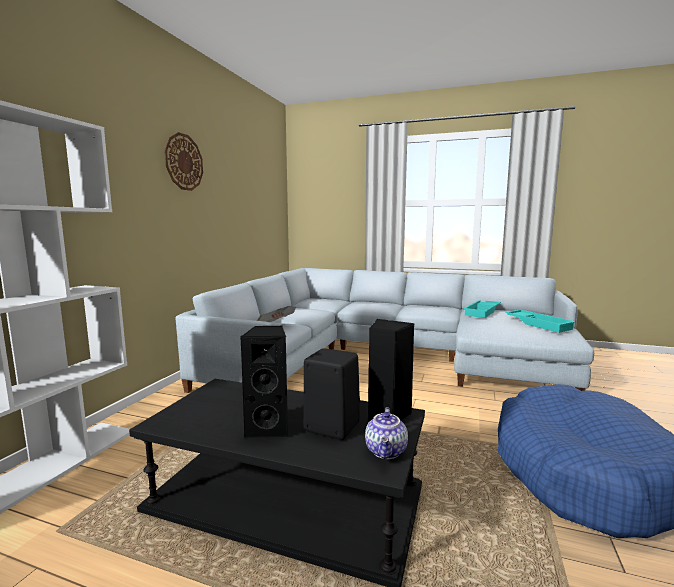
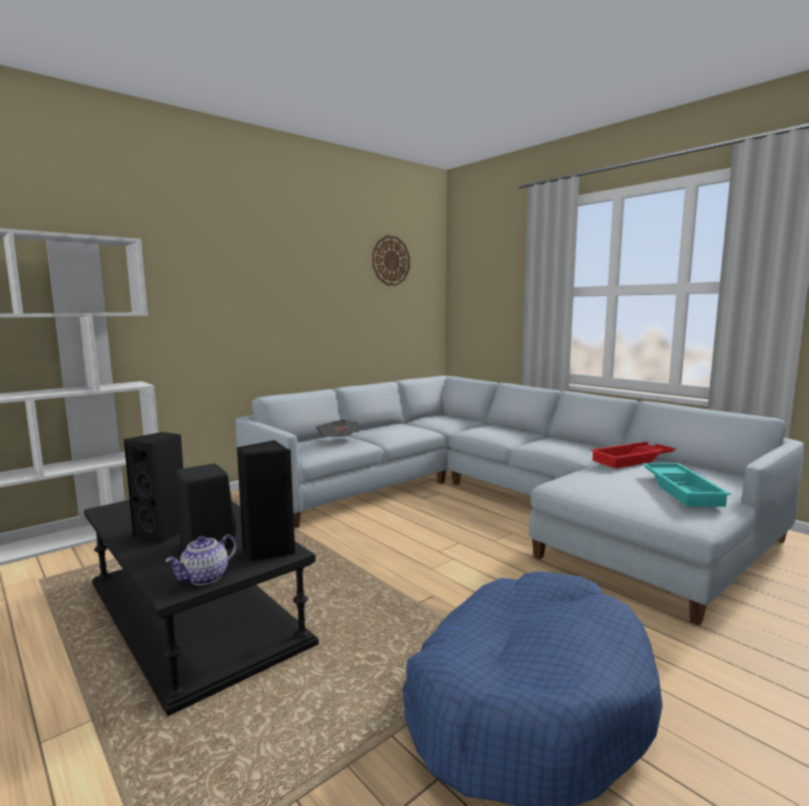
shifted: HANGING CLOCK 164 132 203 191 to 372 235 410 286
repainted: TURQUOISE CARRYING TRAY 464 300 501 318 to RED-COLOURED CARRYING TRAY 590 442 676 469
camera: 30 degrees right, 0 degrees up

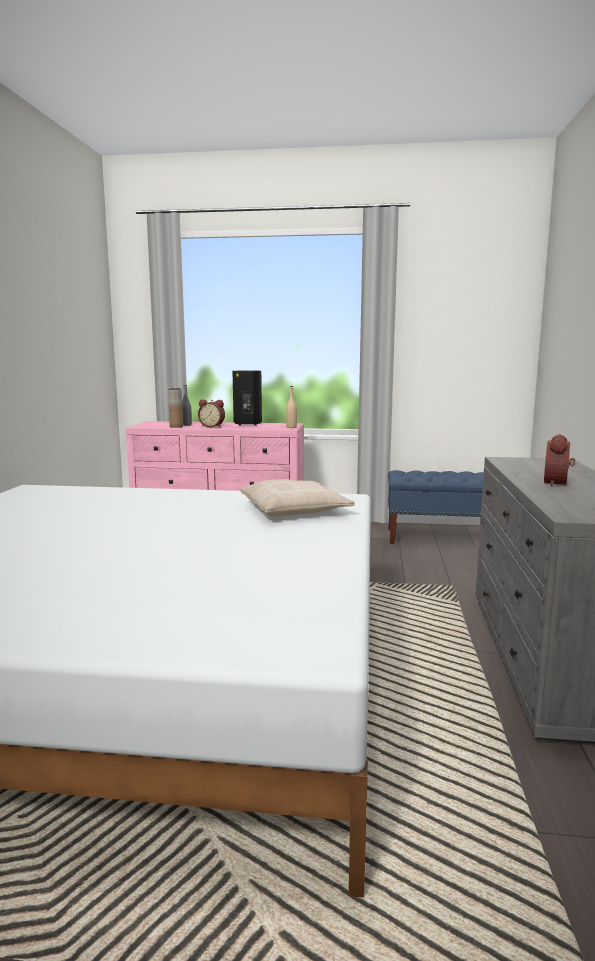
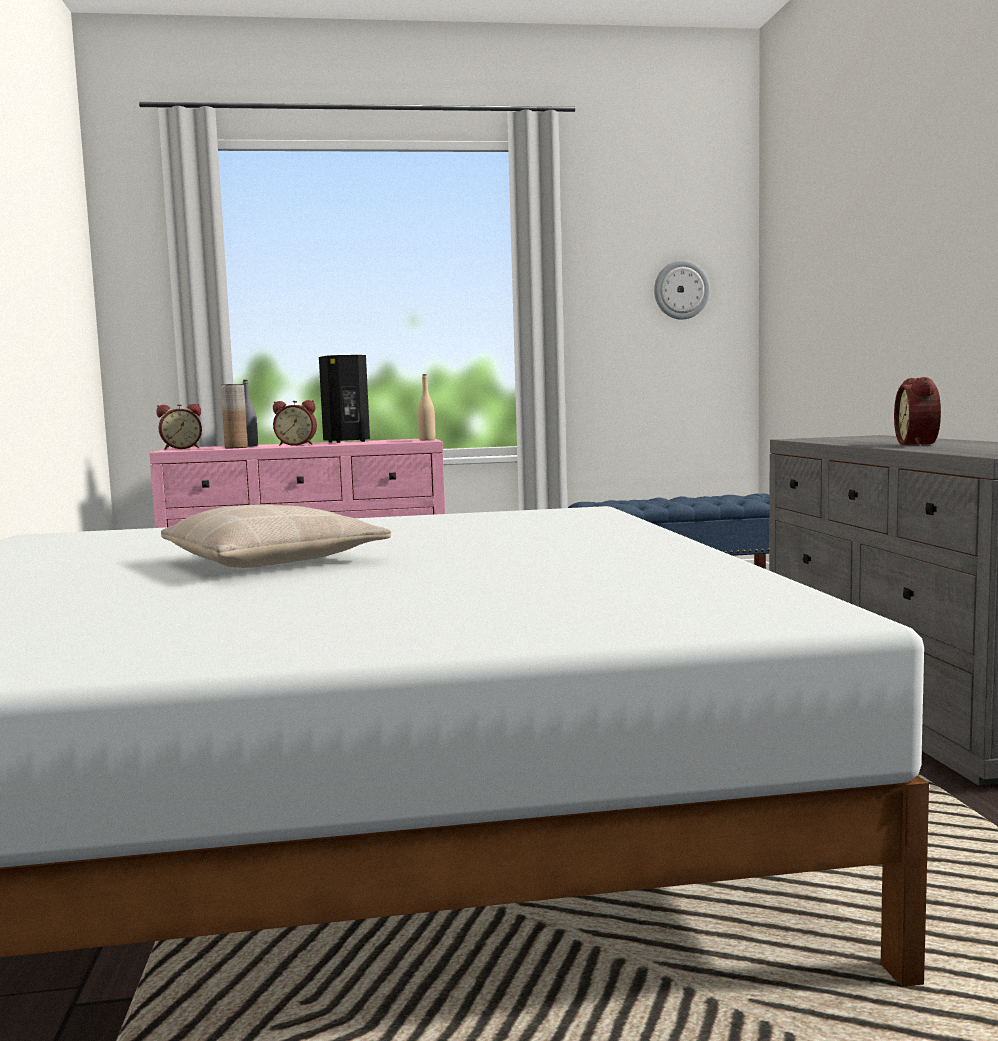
new: HANGING CLOCK 654 260 710 320; TABLE CLOCK 156 404 202 450
shifted: SAND-COLOURED THROW PILLOW 240 479 355 517 to 161 505 391 568
camera: 15 degrees left, 5 degrees down

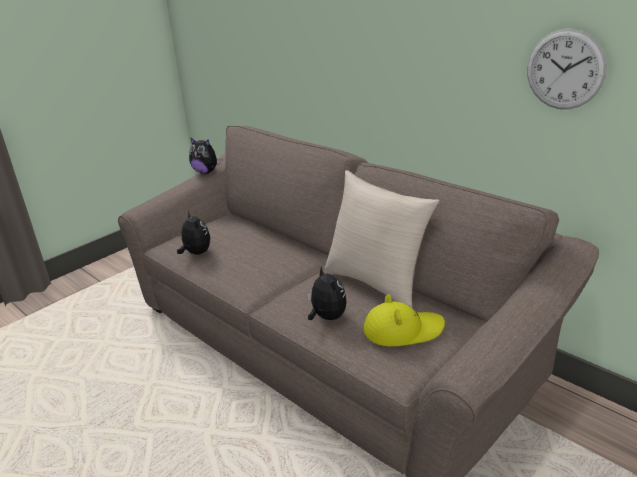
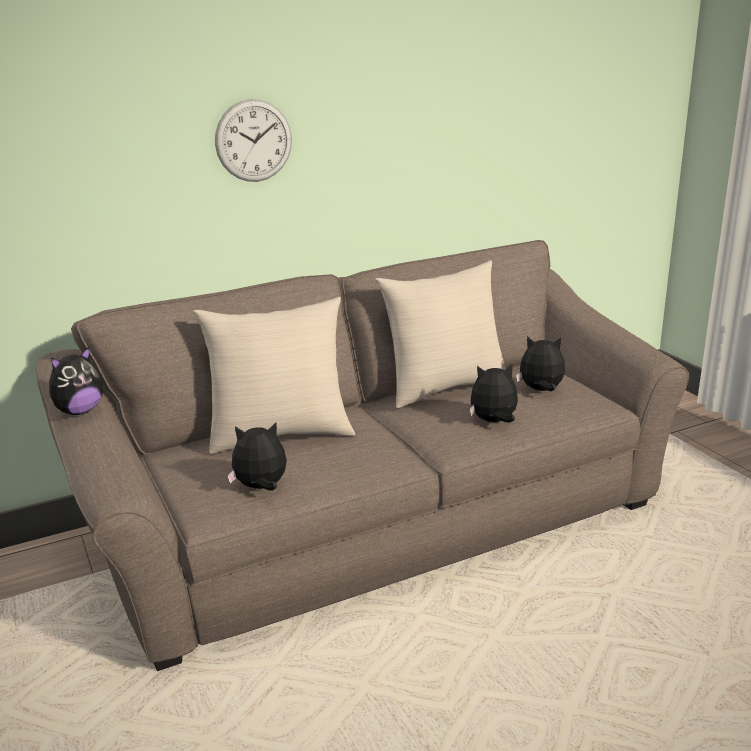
new: SAND-COLOURED THROW PILLOW 193 297 355 454
shifted: HANGING CLOCK 527 28 607 109 to 215 99 292 182
swapped: YELLOWISH HAT 364 294 445 346 to PLUSH TOY 516 336 565 391
camera: 70 degrees left, 5 degrees down

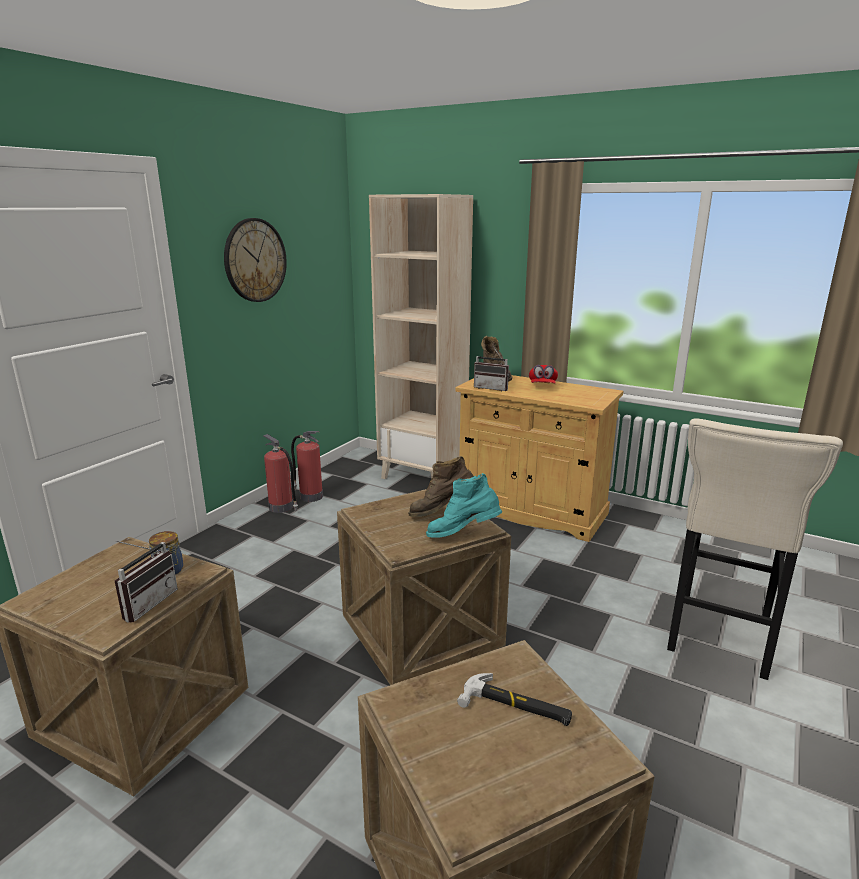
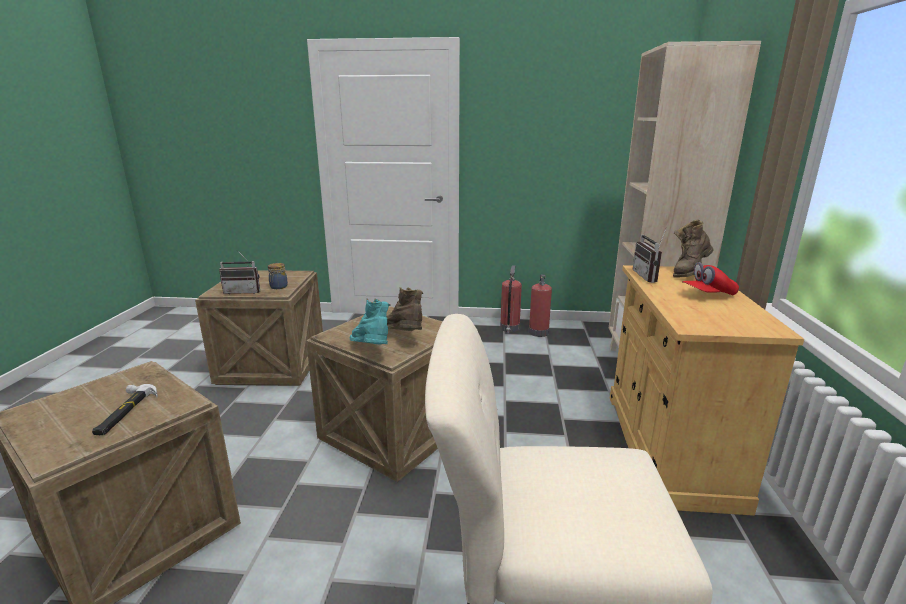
gone: HANGING CLOCK 224 218 287 302
camera: 65 degrees right, 0 degrees up

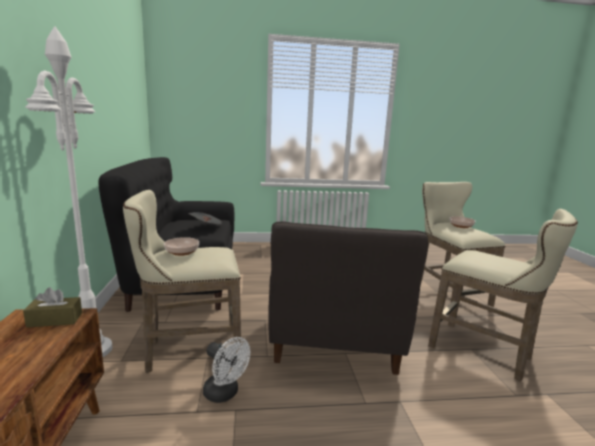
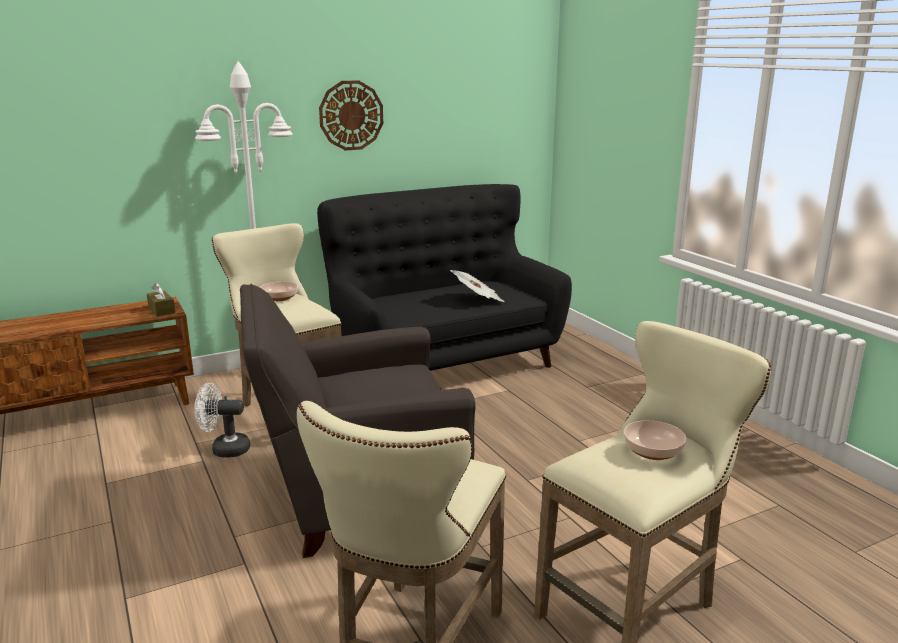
new: HANGING CLOCK 319 80 383 151
rotated: WHITE COOLING FAN 203 337 250 403 = 194 383 250 458 75 degrees clockwise
camera: 70 degrees right, 5 degrees up

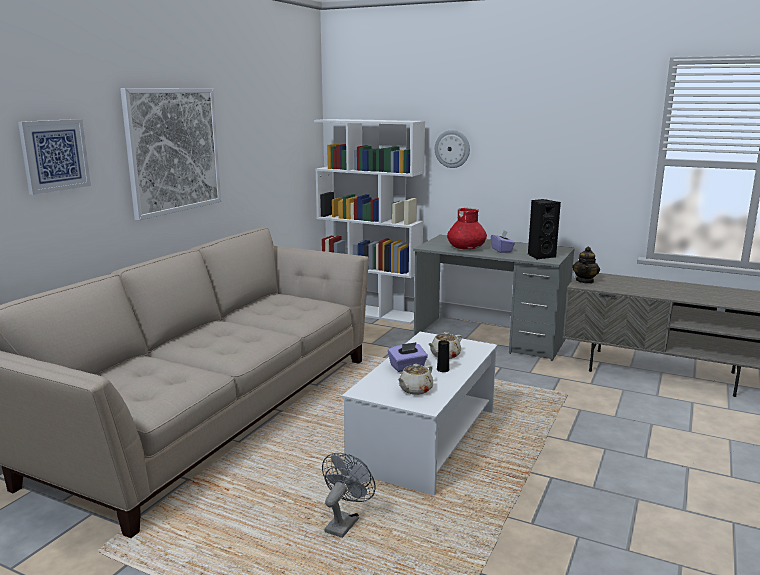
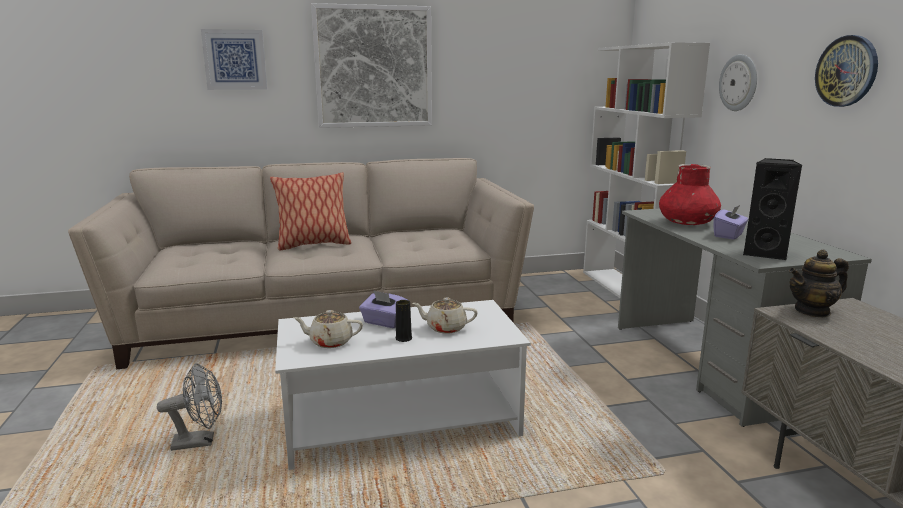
new: HANGING CLOCK 815 35 878 107; THROW PILLOW 270 173 351 251
camera: 50 degrees right, 0 degrees up

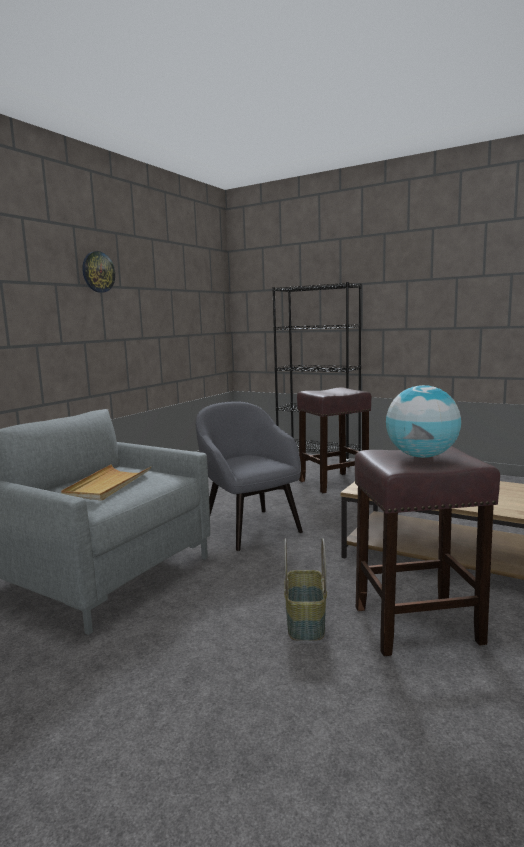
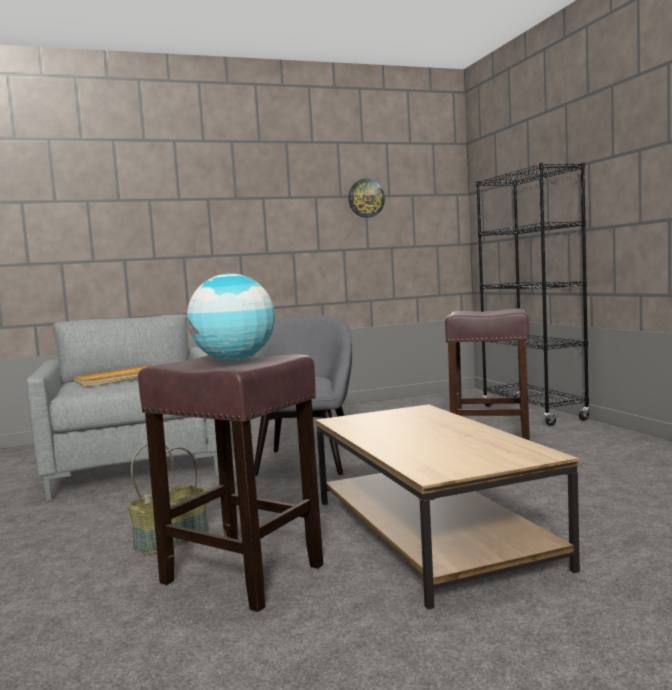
shifted: HANGING CLOCK 82 251 115 293 to 348 179 385 218
camera: 40 degrees right, 5 degrees down

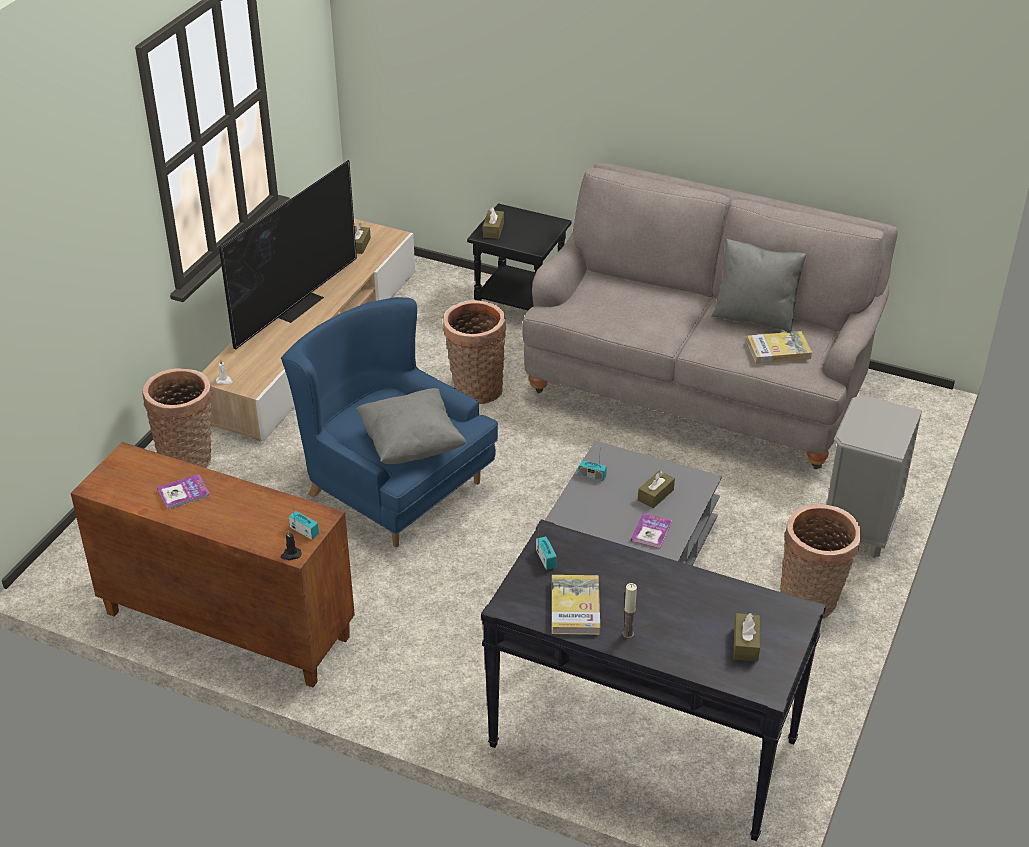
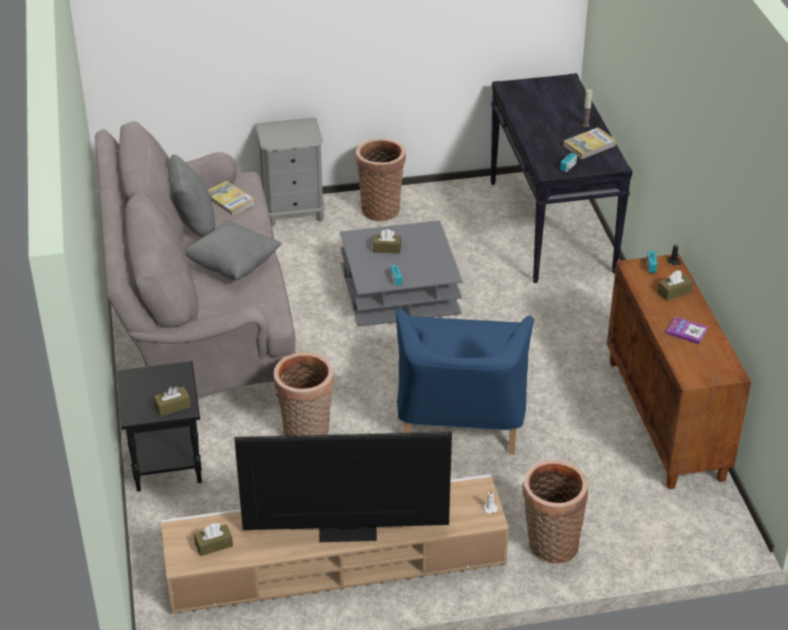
gone: VOLUME 631 513 672 549
shifted: GREY THROW PILLOW 356 388 466 464 to 185 220 282 280; BROWNISH BOX OF TISSUES 734 613 760 662 to 657 270 693 301
camera: 125 degrees left, 0 degrees up

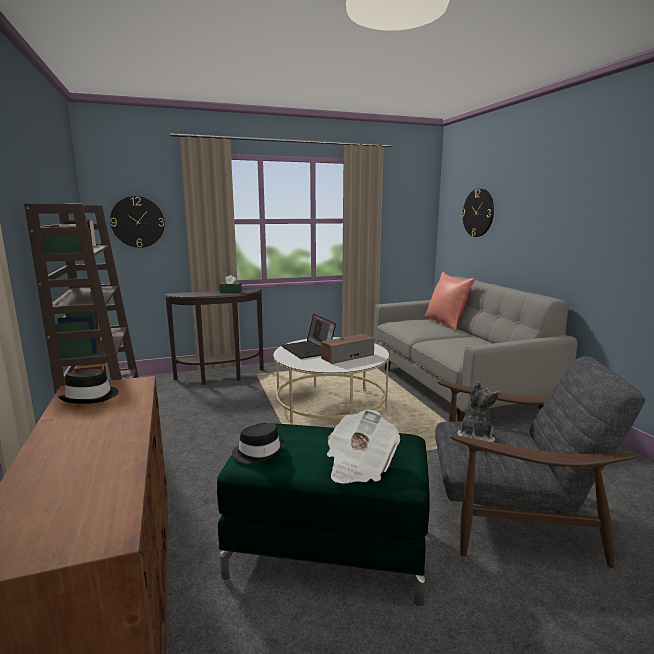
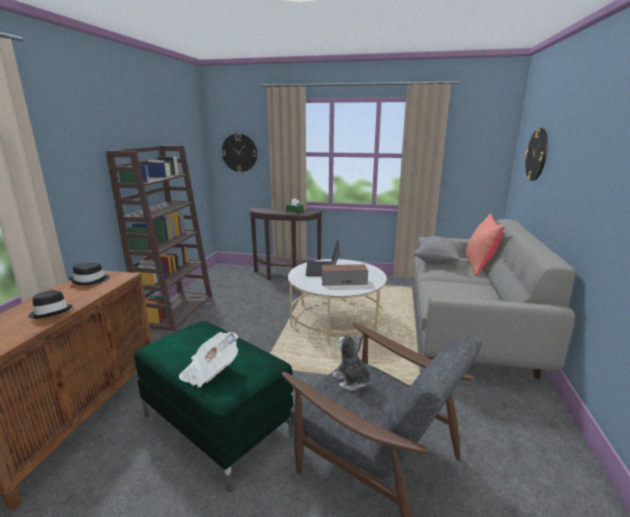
new: GREY THROW PILLOW 413 236 463 264
shifted: BLACK HAT 232 423 285 464 to 28 290 73 319
rotated: PLUSH TOY 458 381 501 442 = 332 333 372 391 90 degrees counterclockwise
camera: 30 degrees right, 5 degrees up

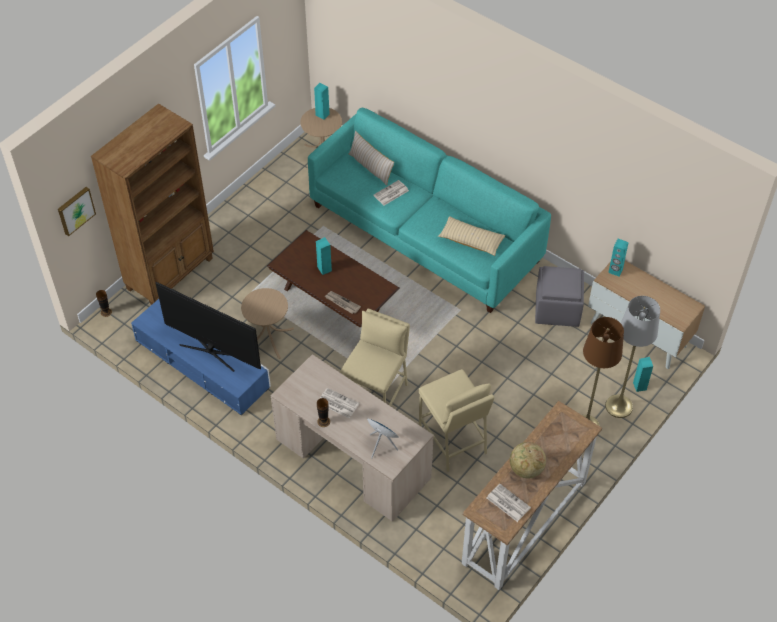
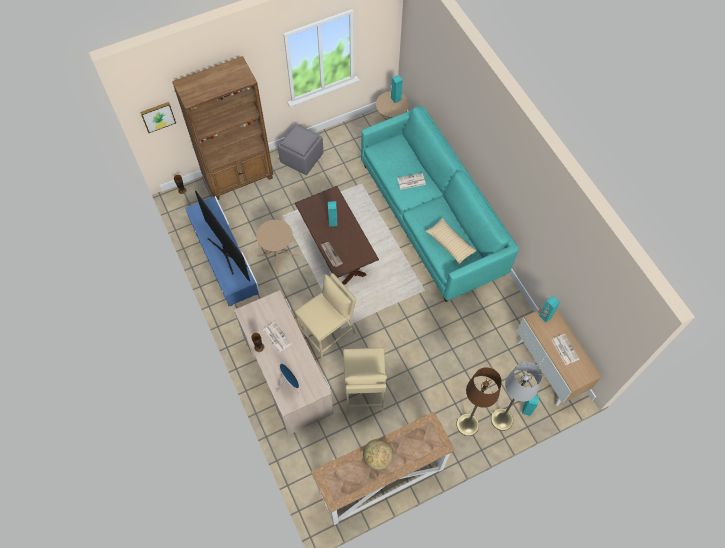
gone: SAND-COLOURED THROW PILLOW 349 131 394 185
shifted: GREY OTTOMAN 535 266 584 327 to 278 124 323 175; PRINTED PAPER 487 483 531 522 to 552 334 579 365
camera: 25 degrees right, 10 degrees up

